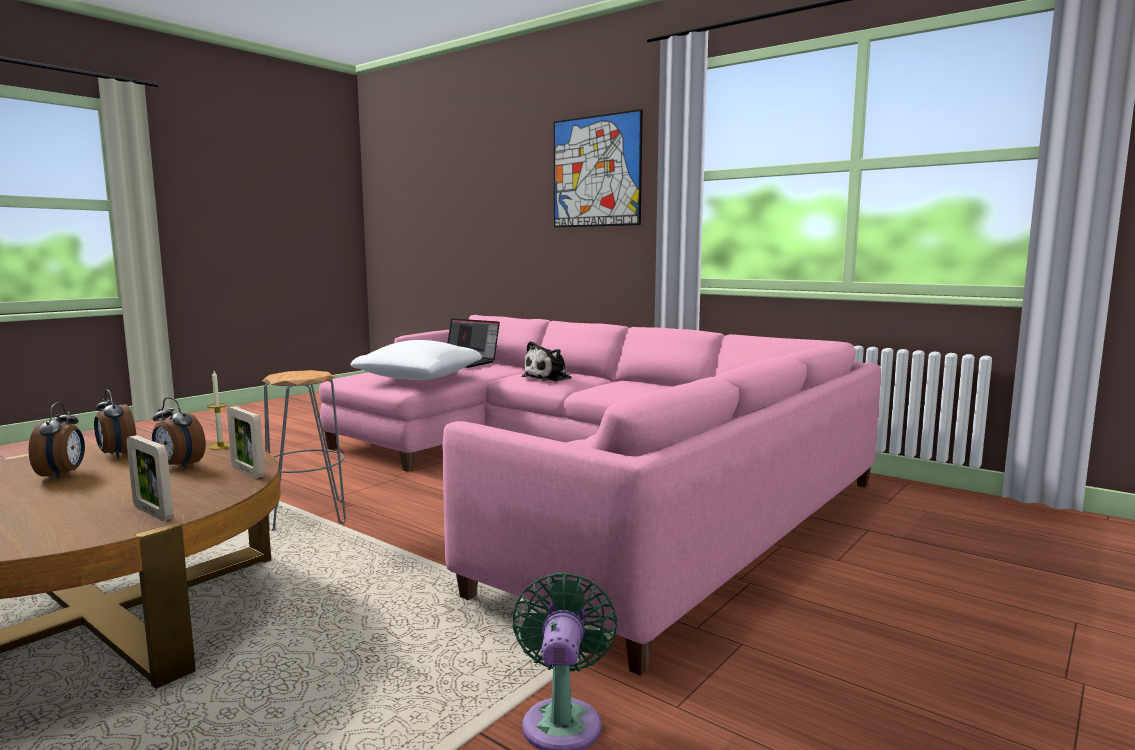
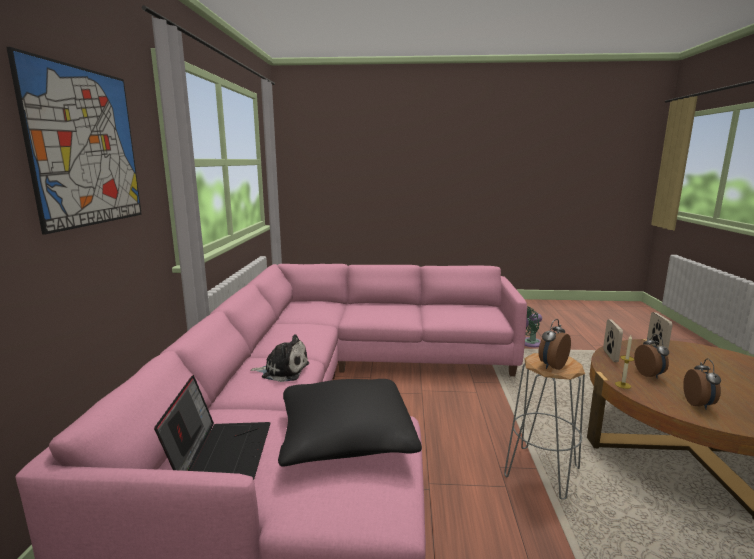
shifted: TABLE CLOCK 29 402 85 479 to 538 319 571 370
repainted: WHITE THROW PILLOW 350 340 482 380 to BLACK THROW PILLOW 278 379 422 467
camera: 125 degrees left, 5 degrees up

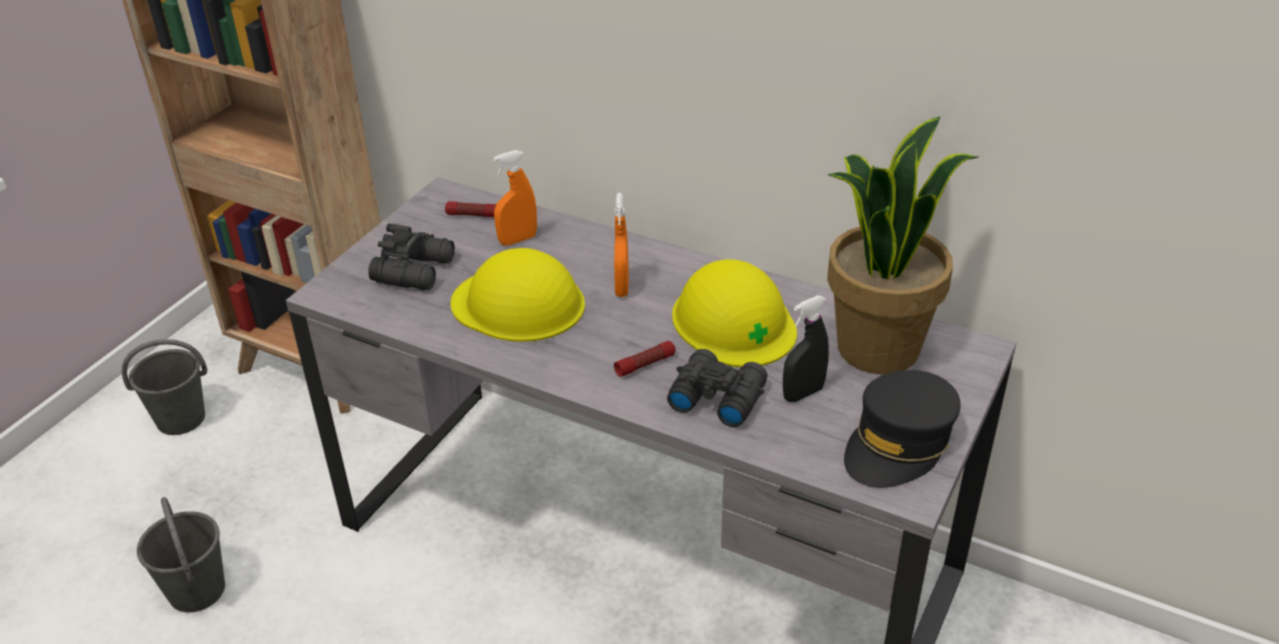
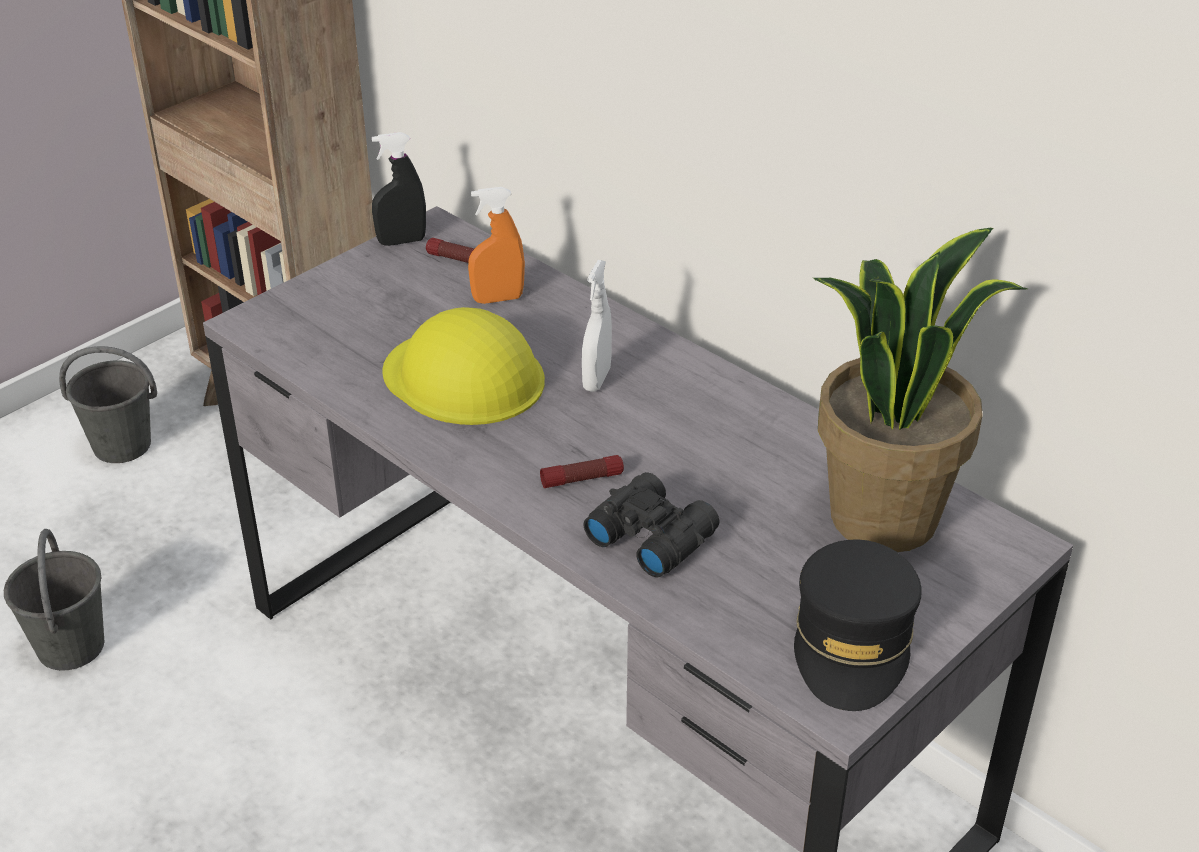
gone: BLACK FIELD GLASSES 368 224 455 290; YELLOWISH HARD HAT 672 259 797 367
shifted: BLACK HAND SPRAYER 783 295 829 402 to 372 132 426 246
repainted: ORANGE HAND SPRAYER 614 193 629 297 to WHITE HAND SPRAYER 582 260 612 391
rotated: BLACK PEAKED CAP 844 370 961 488 = 794 540 922 711 45 degrees counterclockwise
camera: 15 degrees right, 0 degrees up

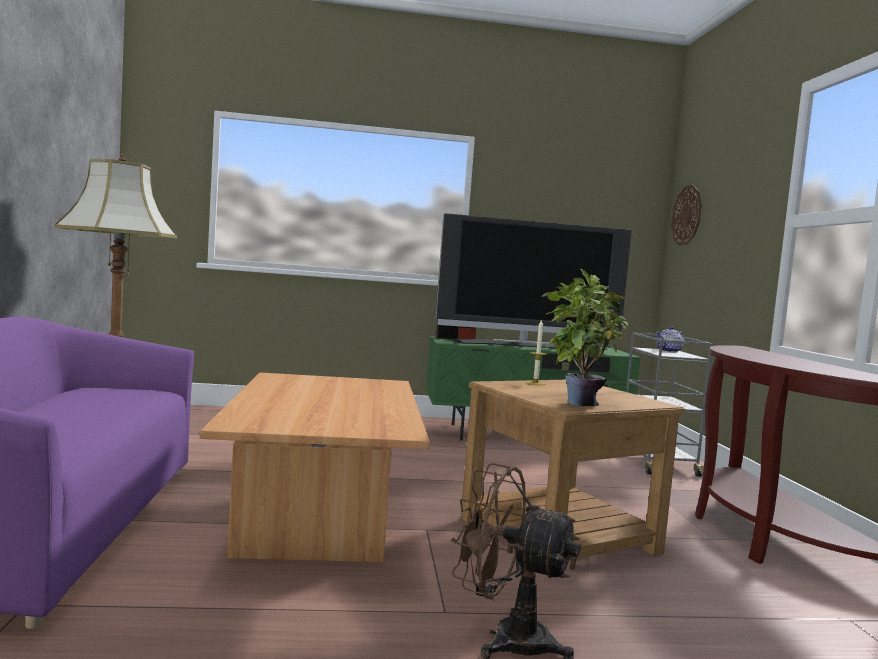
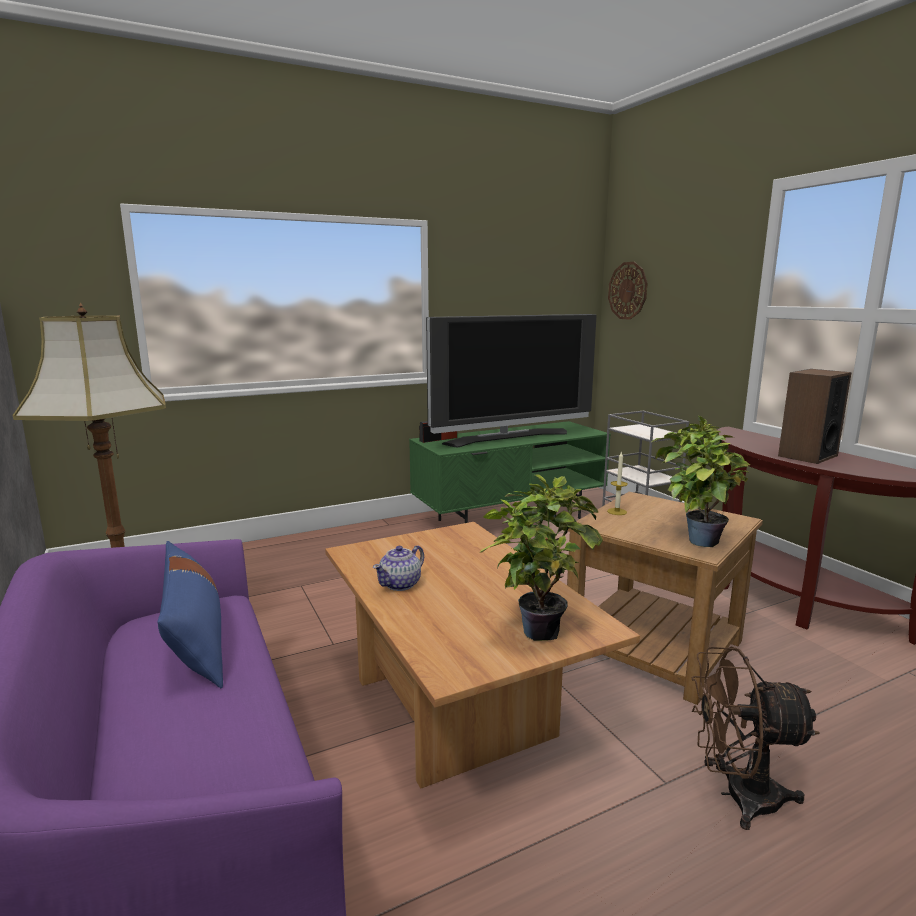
new: SPEAKER 778 369 852 464; HOUSEPLANT 479 474 603 641; BLUE THROW PILLOW 157 541 223 689
shifted: POT FOR TEA 656 326 685 353 to 373 545 424 591
camera: 20 degrees left, 10 degrees up

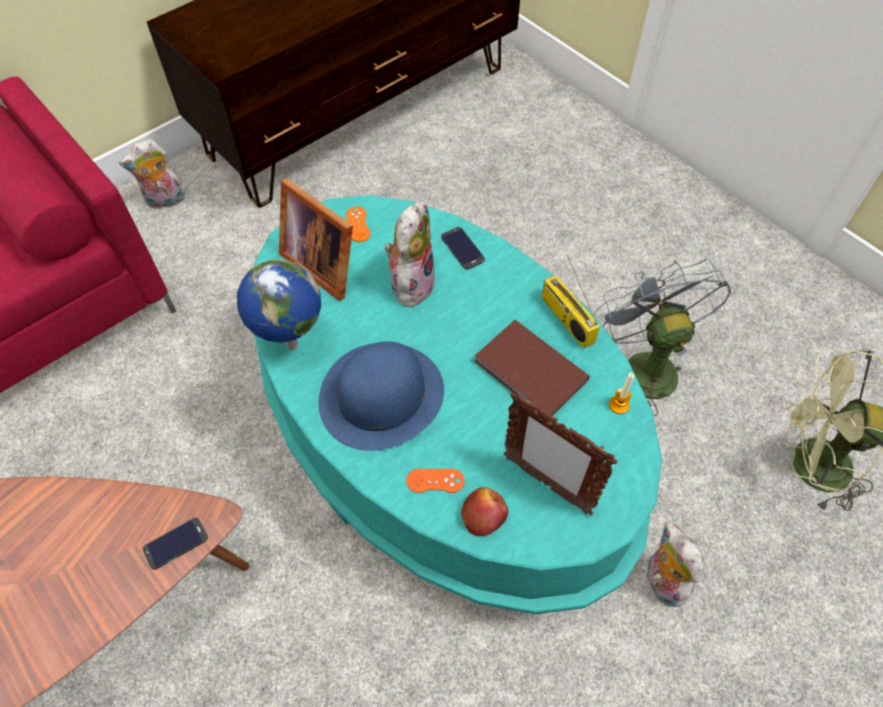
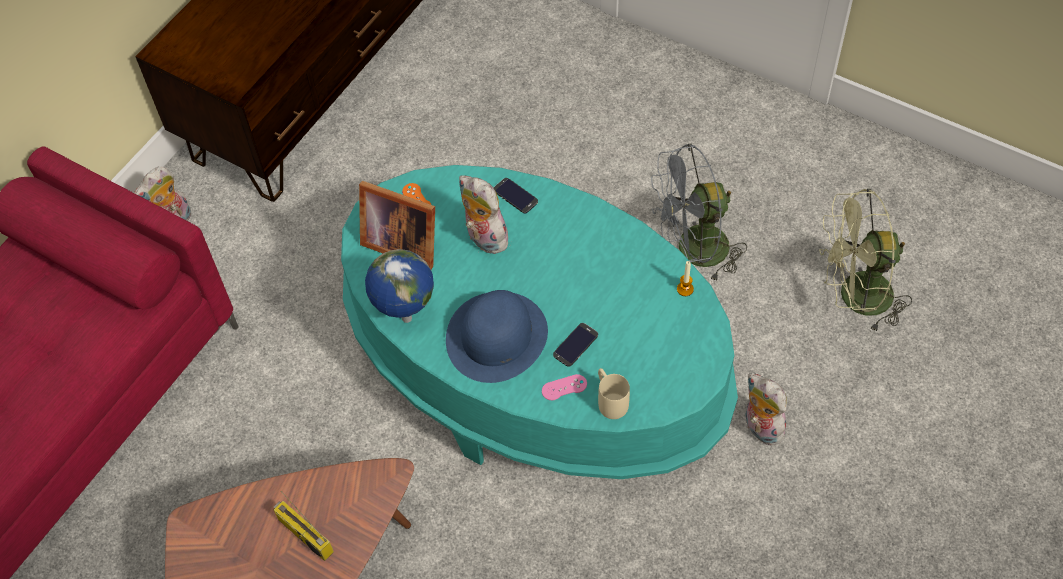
gone: BROWNISH VOLUME 474 320 590 416; PHOTO FRAME 504 393 618 516
shifted: RADIO SET 542 255 600 348 to 274 491 334 561; PHONE 143 518 208 570 to 553 323 598 367
swapped: WHOLE APPLE 461 487 509 536 to SAND-COLOURED TEA MUG 598 368 630 419
repainted: ORANGE GAME CONTROLLER 406 469 465 493 to PINKISH GAME CONTROLLER 542 374 587 400
rotated: PLUSH TOY 385 201 435 308 = 459 175 508 254 45 degrees counterclockwise; GREY COOLING FAN 594 259 731 416 = 651 143 747 283 75 degrees counterclockwise
camera: 15 degrees left, 0 degrees up

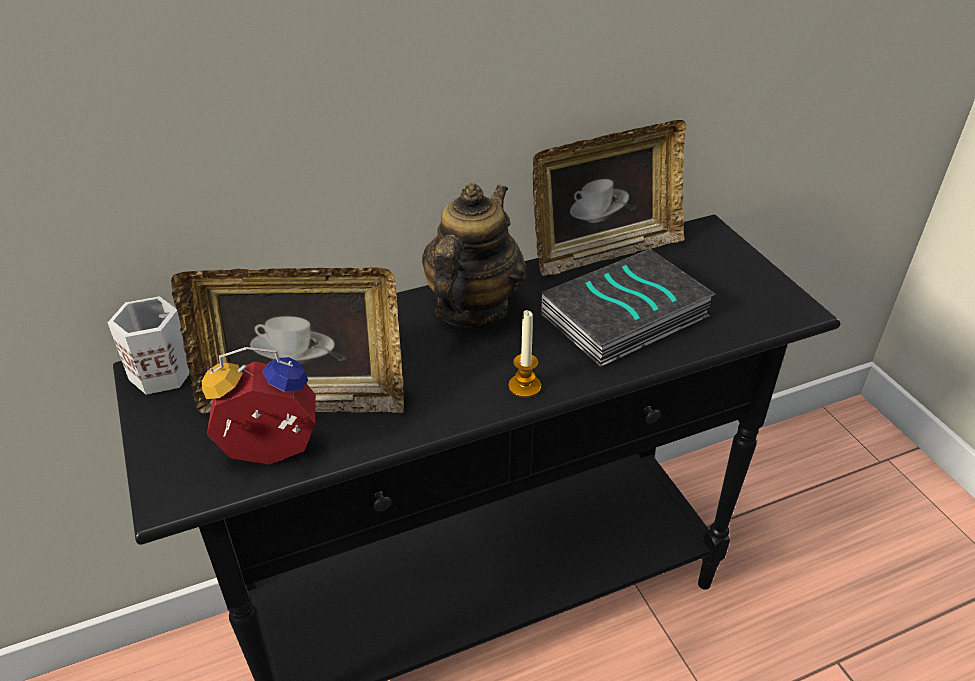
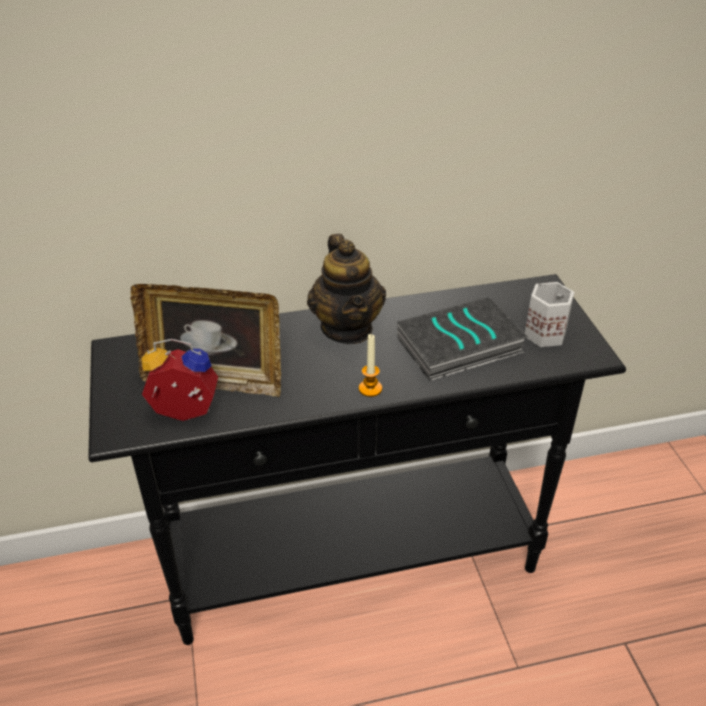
gone: PHOTO FRAME 533 120 686 276
shifted: WHITE TEA MUG 108 296 189 395 to 525 282 574 347
rotated: POT FOR TEA 422 183 526 328 = 307 234 386 344 135 degrees clockwise
camera: 10 degrees right, 0 degrees up

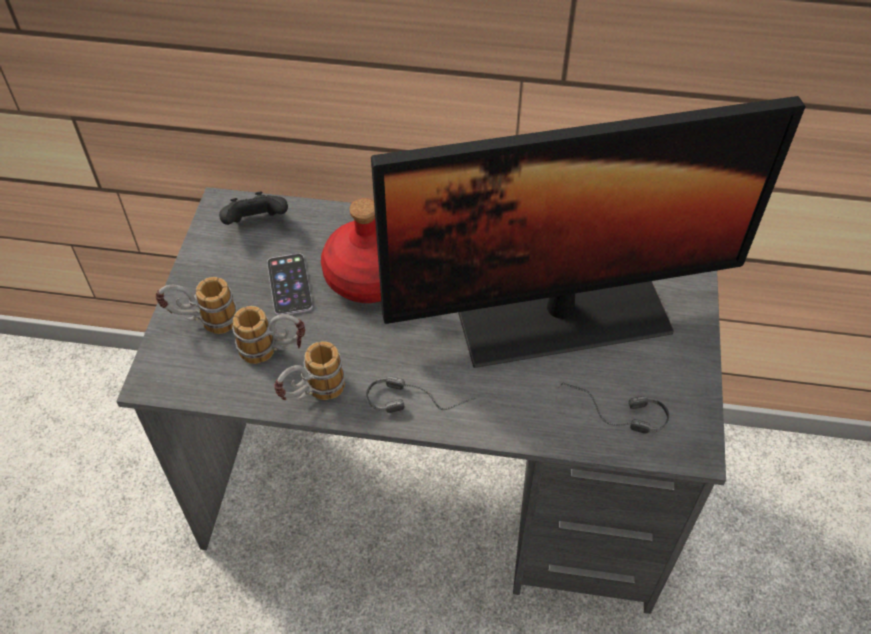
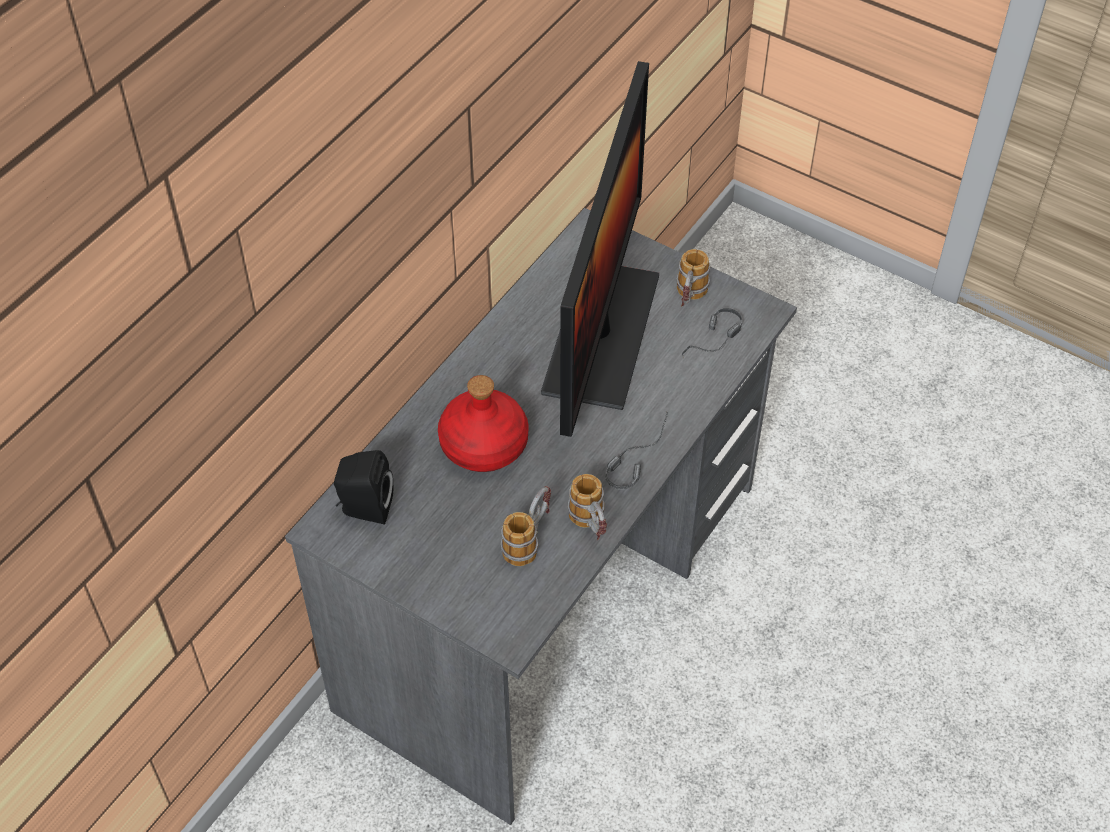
gone: PHONE 267 253 313 315
shifted: TEA MUG 155 277 238 334 to 676 249 710 306
swapped: BLACK GAME CONTROLLER 219 191 288 225 to BLACK SPEAKER 334 450 393 524
camera: 65 degrees left, 0 degrees up

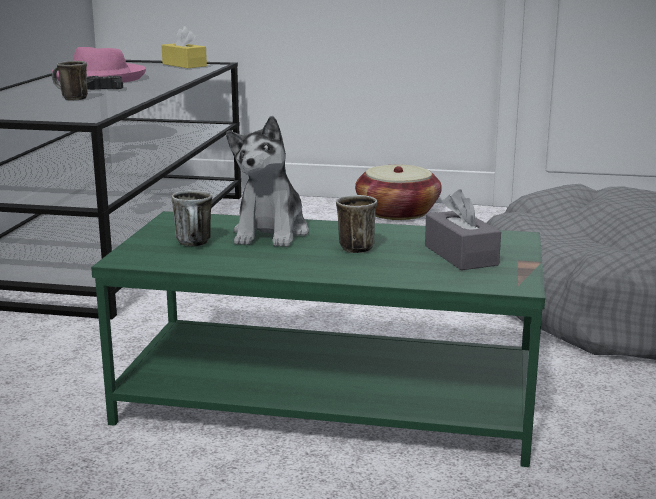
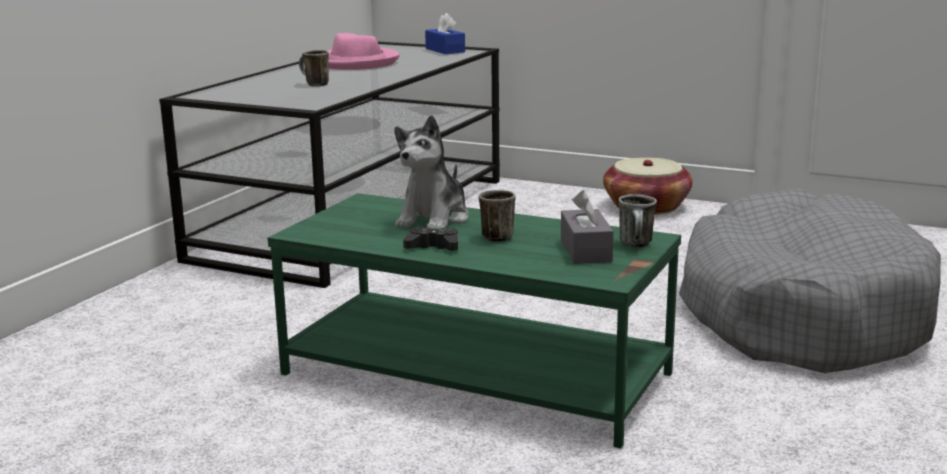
shifted: BLACK GAME CONTROLLER 87 76 123 90 to 403 227 458 251; TEA MUG 171 190 212 246 to 618 194 657 248
repainted: YELLOWISH BOX OF TISSUES 161 26 207 68 to BLUE BOX OF TISSUES 425 13 465 54
camera: 15 degrees right, 0 degrees up

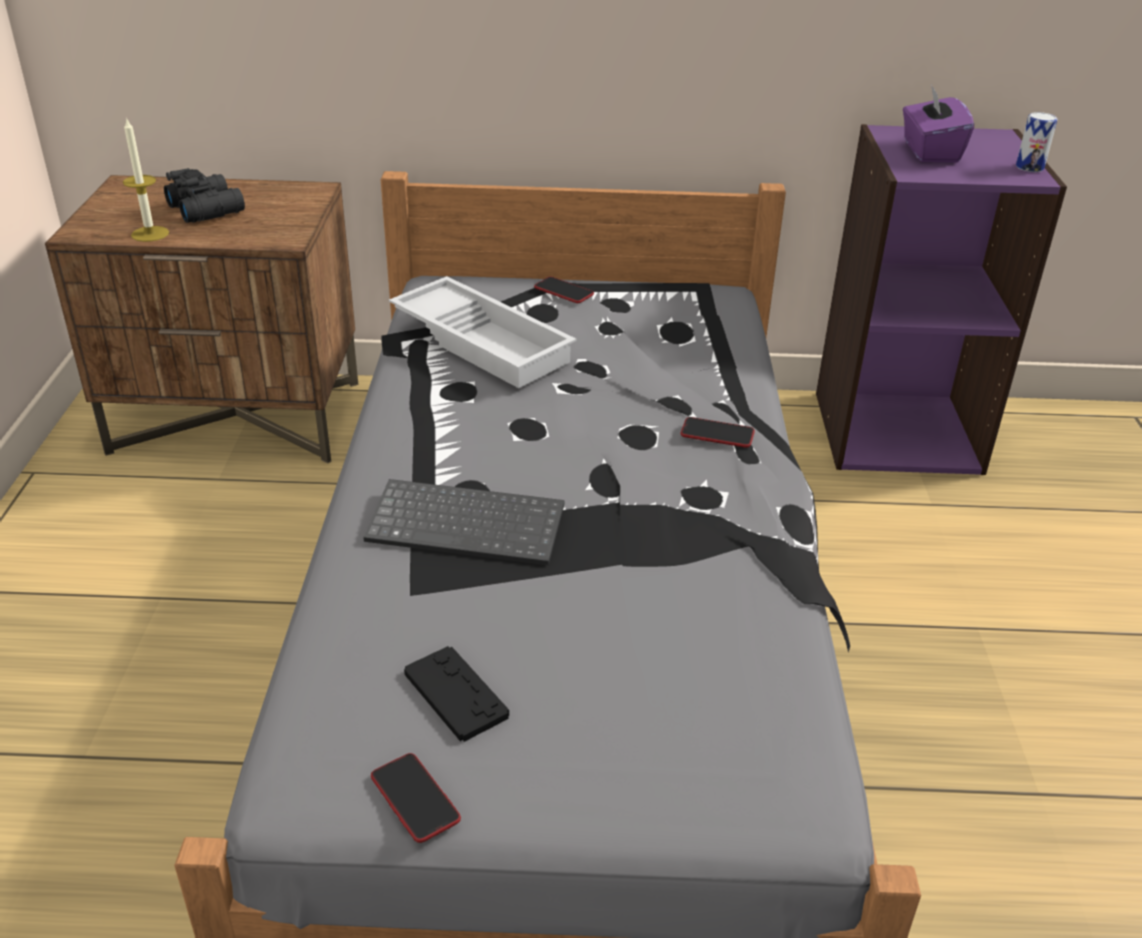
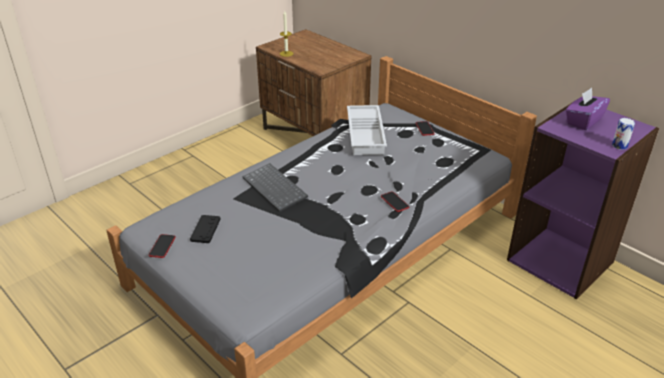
gone: BLACK FIELD GLASSES 164 168 245 223
camera: 45 degrees right, 0 degrees up

